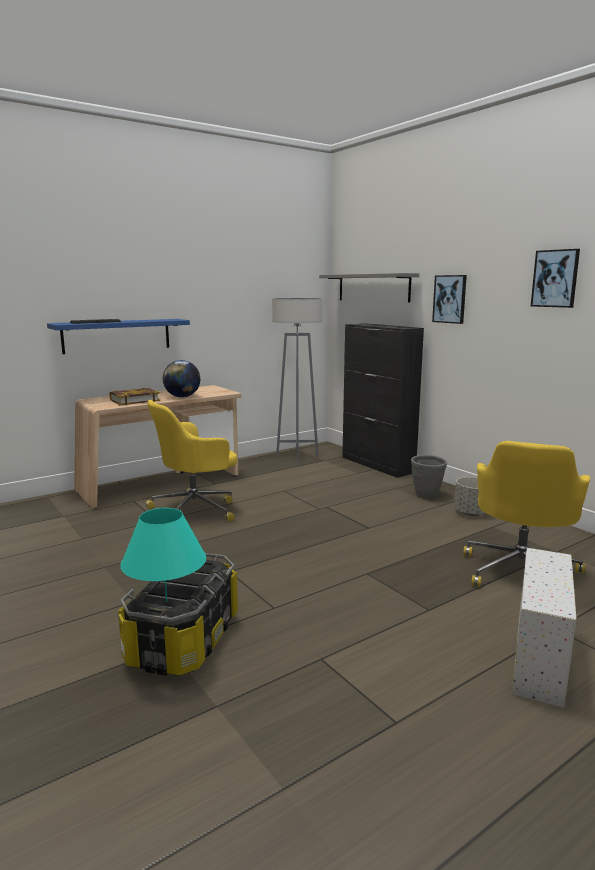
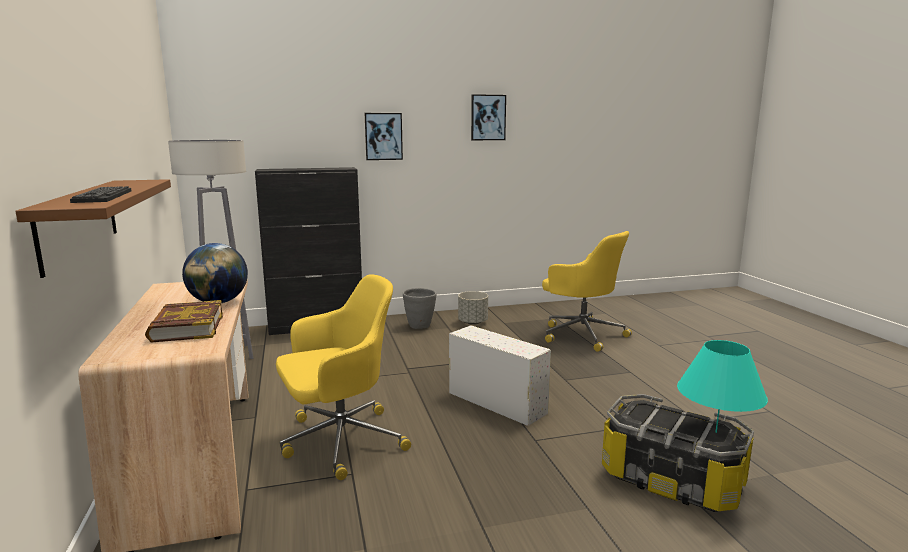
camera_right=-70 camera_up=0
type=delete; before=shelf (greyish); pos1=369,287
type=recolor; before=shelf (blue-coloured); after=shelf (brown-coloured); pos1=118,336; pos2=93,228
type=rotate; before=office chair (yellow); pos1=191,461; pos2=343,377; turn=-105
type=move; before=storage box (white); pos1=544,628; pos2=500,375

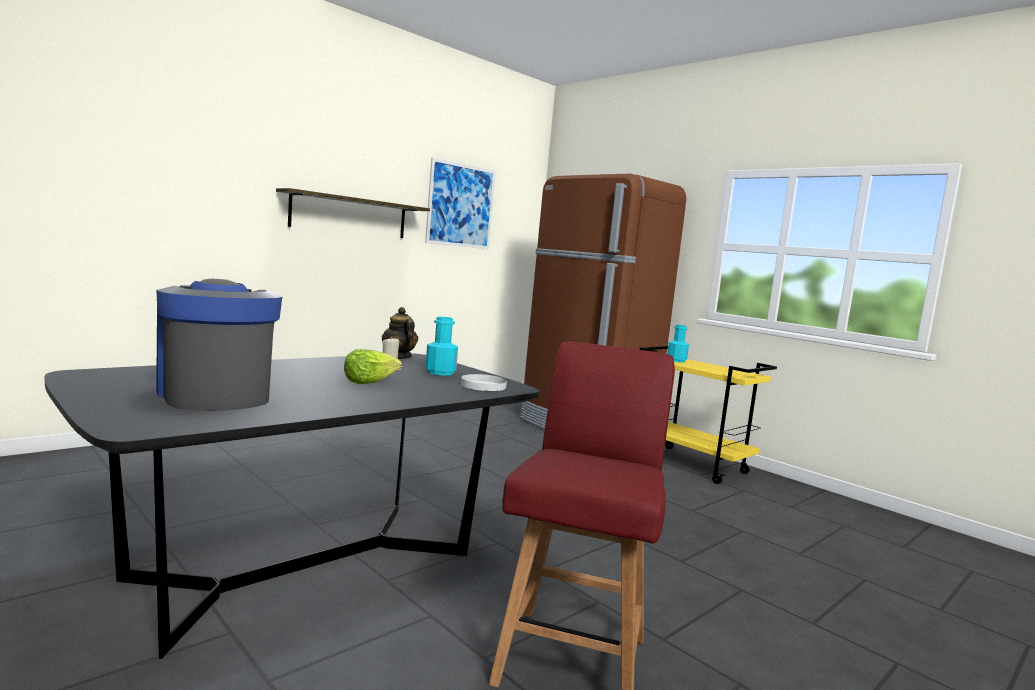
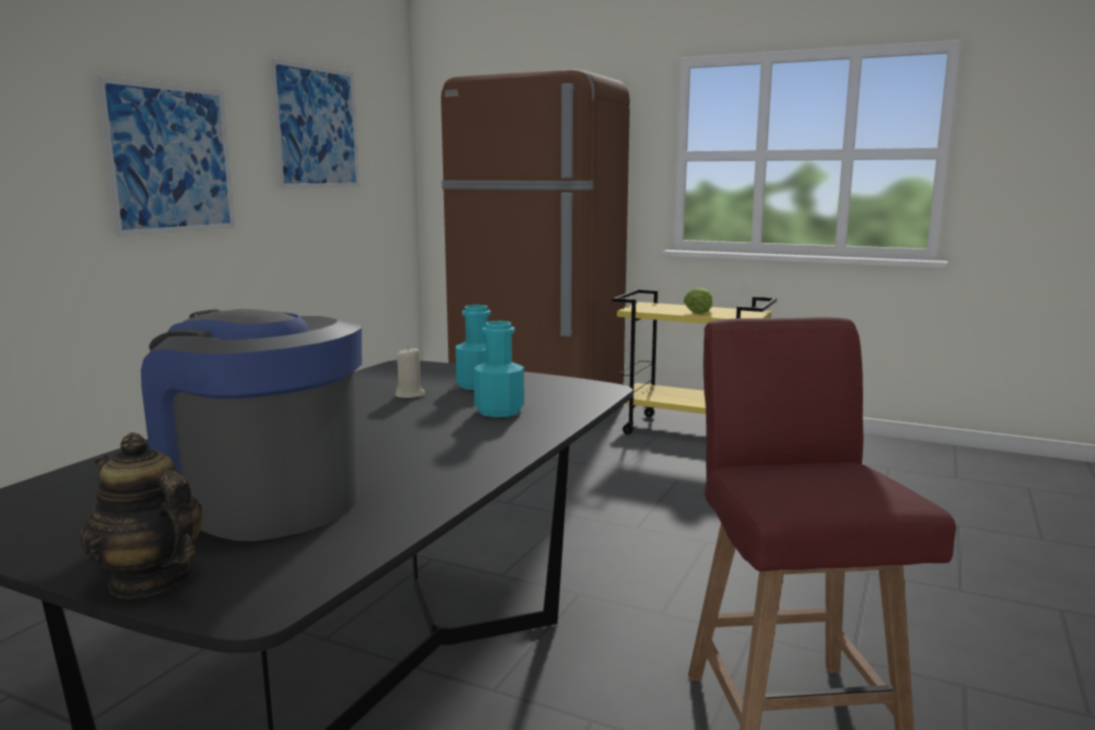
camera_right=-20 camera_up=5
type=replace; before=shelf; after=wall art; pos1=353,213; pos2=165,156
type=move; before=tea pot; pos1=400,333; pos2=141,515
type=move; before=drink bottle (turquoise); pos1=678,343; pos2=499,369
type=move; before=lettuce; pos1=373,366; pos2=698,301
type=delete; before=dinner plate (white); pos1=484,382

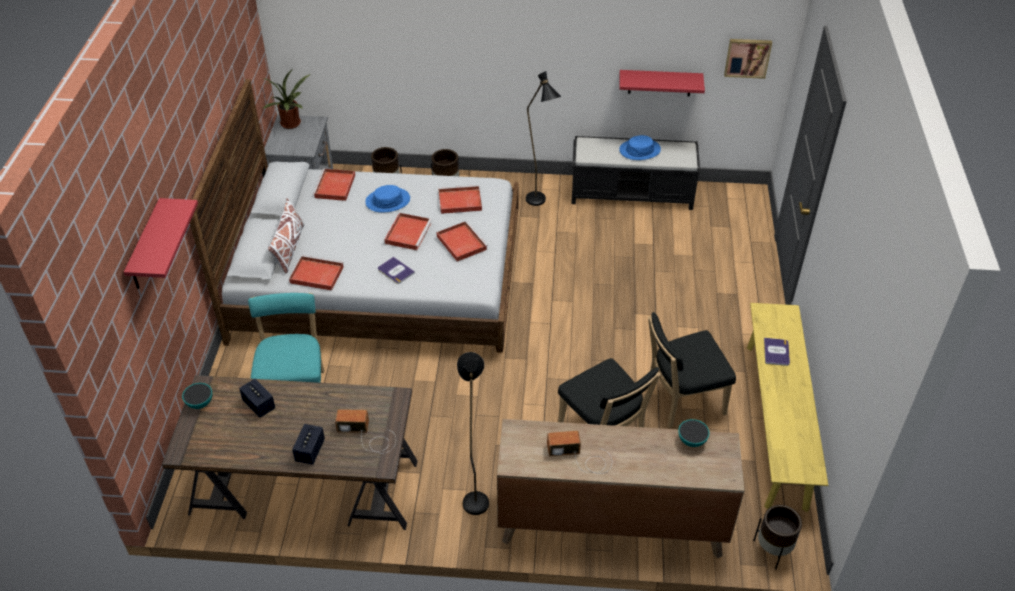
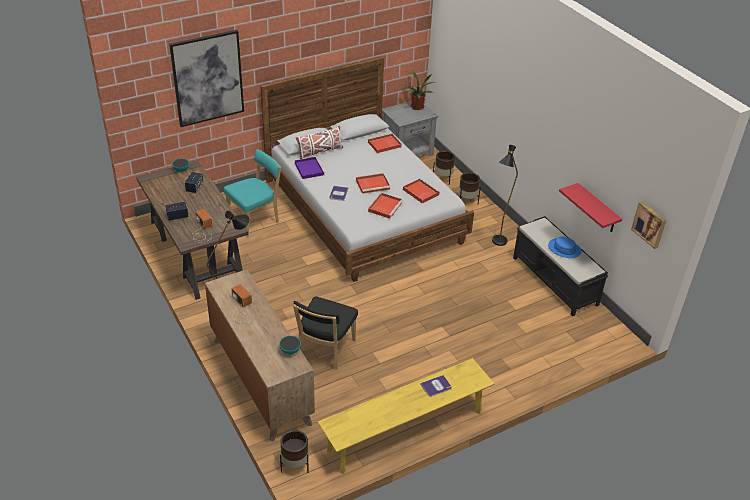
camera_right=55 camera_up=-5
type=delete; before=hat (blue-coloured); pos1=387,198
type=replace; before=shelf (reddish); after=wall art; pos1=161,243; pos2=206,78
type=recolor; before=tray (reddish); after=tray (purple-coloured); pos1=316,273; pos2=310,168
type=delete; before=chair (black); pos1=692,370

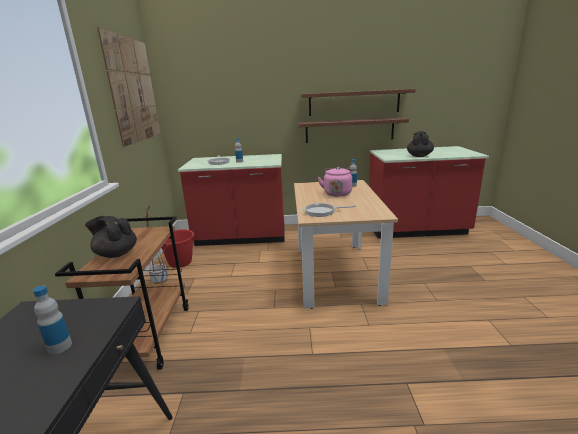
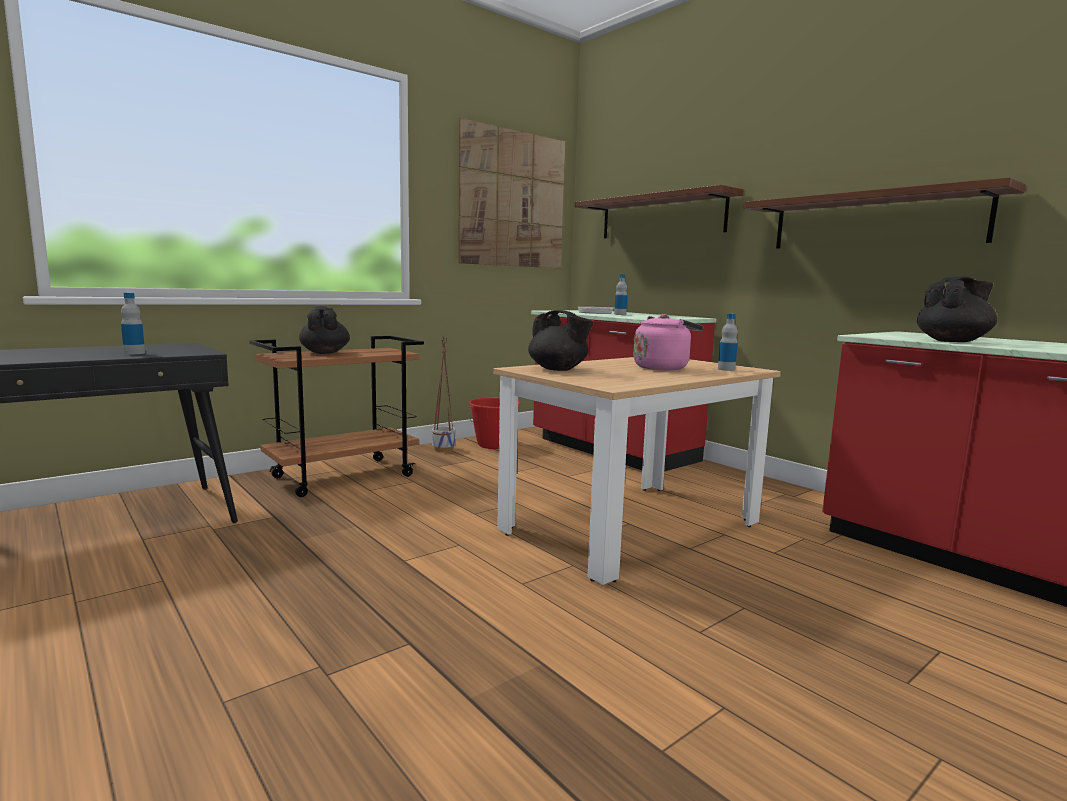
camera_right=50 camera_up=-10
type=move; before=shelf; pos1=353,130; pos2=659,212
type=replace; before=pan; after=tea pot (black); pos1=329,210; pos2=561,340

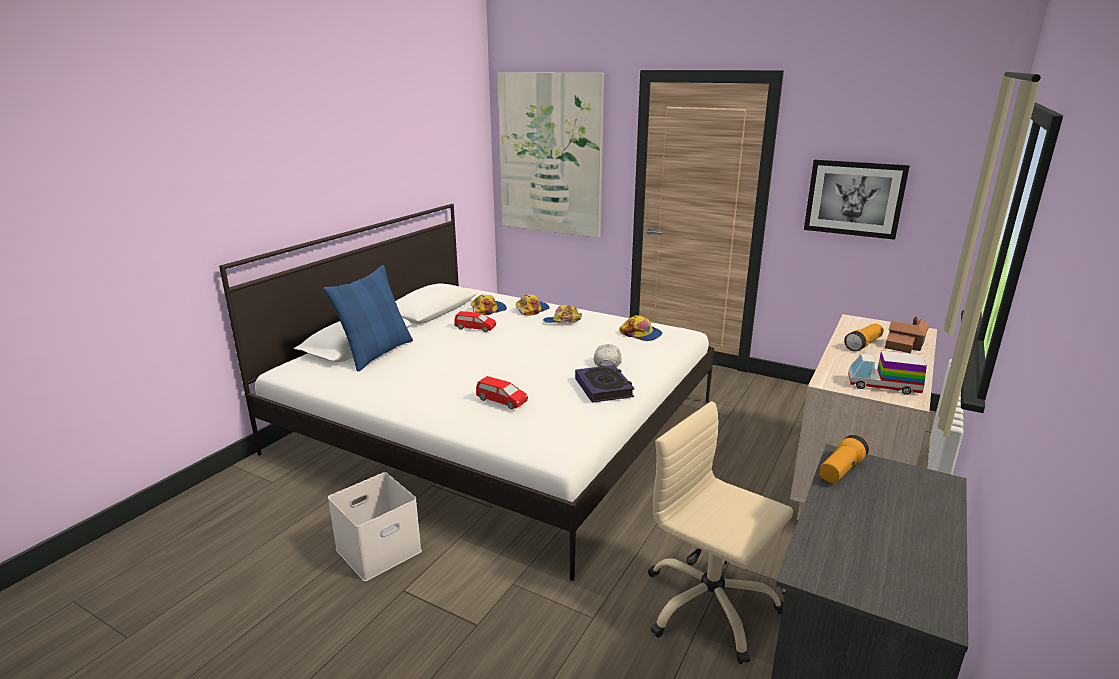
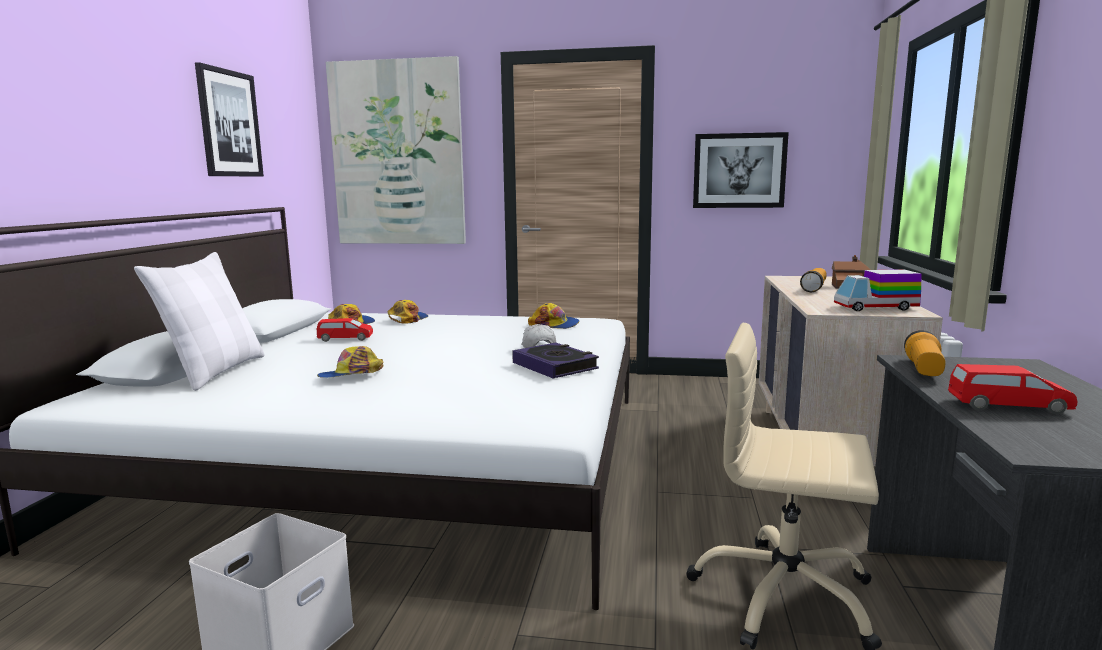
camera_right=-20 camera_up=-10
type=recolor; before=throw pillow (blue-coloured); after=throw pillow (white); pos1=368,318; pos2=199,321
type=move; before=cap; pos1=562,314; pos2=350,362
type=move; before=miniature car (reddish); pos1=502,392; pos2=1013,389
type=insert; after=wall art; pos2=229,119

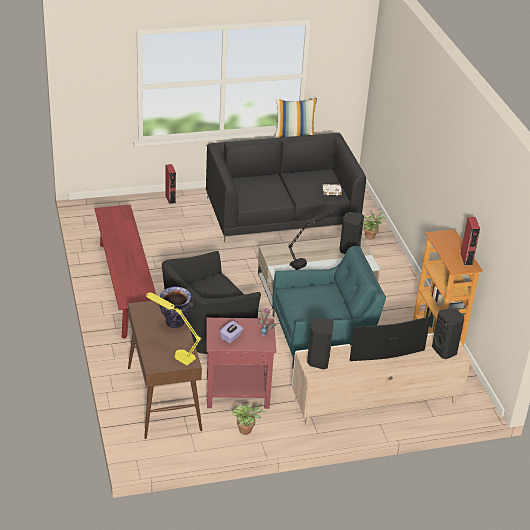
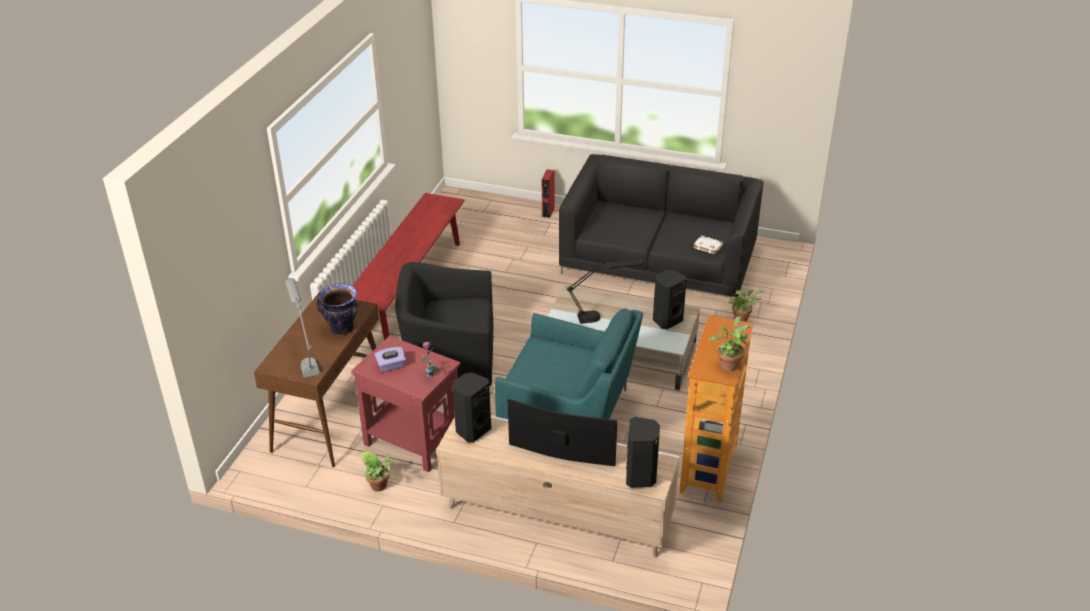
camera_right=35 camera_up=0
type=delete; before=throw pillow; pos1=296,118
type=replace; before=loudspeaker (reddish); after=plant in a pot; pos1=470,241; pos2=729,343
type=recolor; before=table lamp (yellow); after=table lamp (greyish); pos1=173,329; pos2=303,328

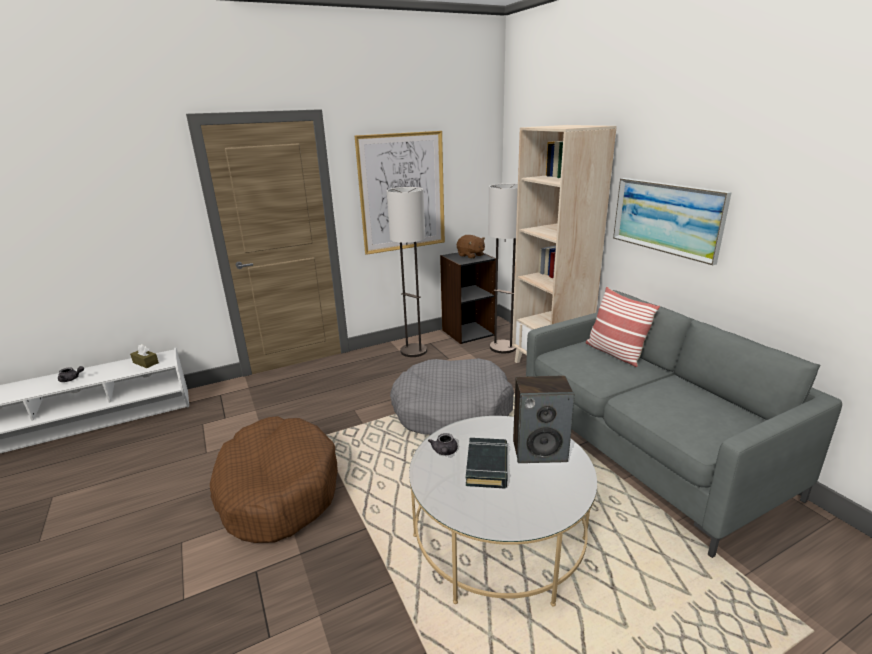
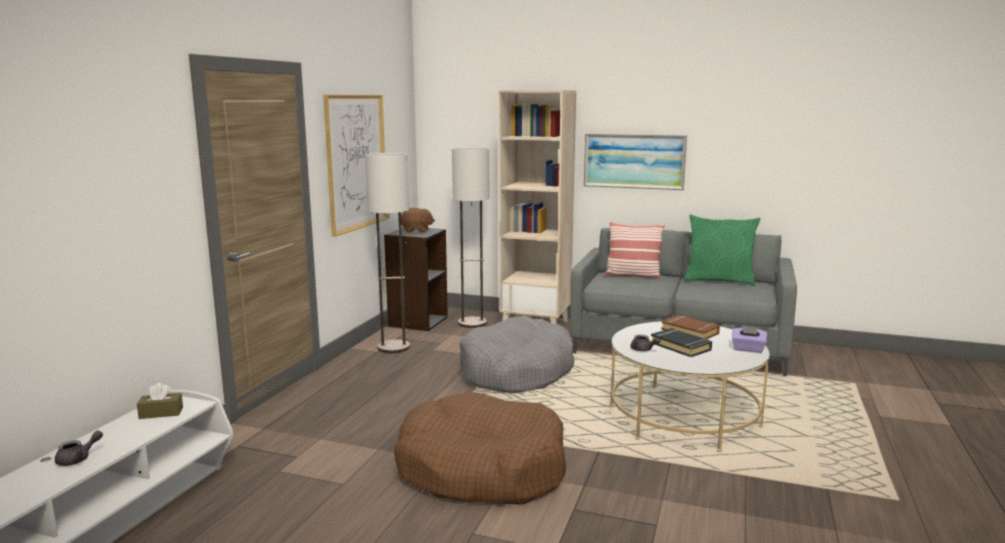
camera_right=-45 camera_up=-10
type=replace; before=loudspeaker; after=book (brown-coloured); pos1=544,419; pos2=690,327
type=insert; after=throw pillow (greenish); pos2=722,250
type=insert; after=tissue box (purple-coloured); pos2=749,339

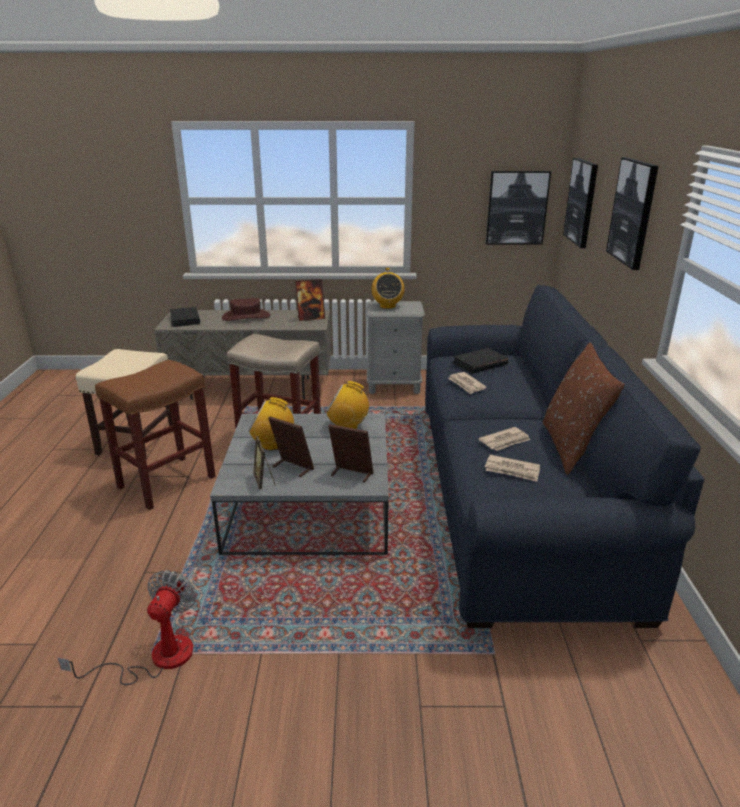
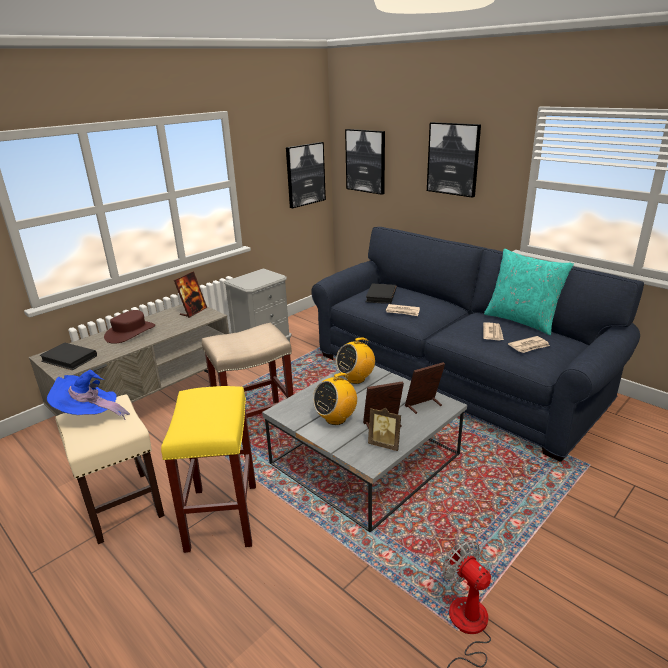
camera_right=-45 camera_up=0
type=delete; before=radio receiver; pos1=388,288
type=recolor; before=throw pillow (brown-coloured); after=throw pillow (turquoise); pos1=584,409; pos2=529,292
type=recolor; before=stool seat (brown-coloured); after=stool seat (yellow); pos1=155,435; pos2=208,469
type=insert; after=hat (blue-coloured); pos2=88,395

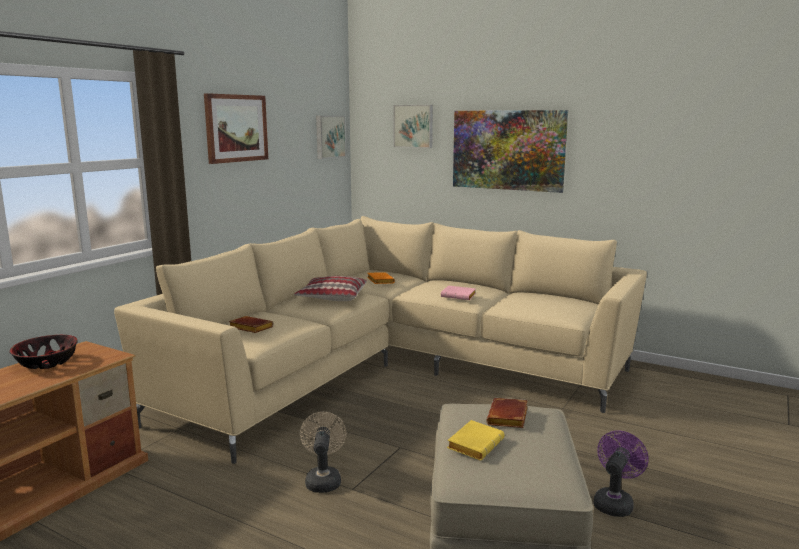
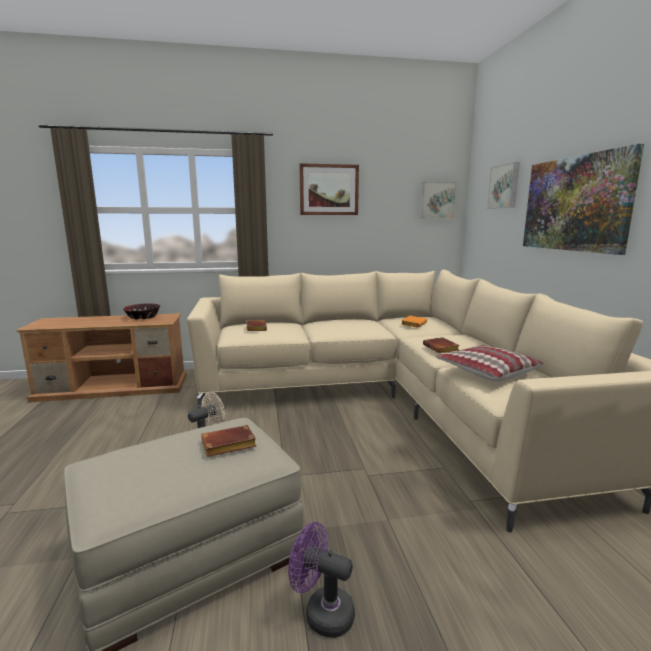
camera_right=50 camera_up=0
type=move; before=throw pillow; pos1=330,288; pos2=489,363
type=recolor; before=book (pink-coloured); after=book (brown-coloured); pos1=458,293; pos2=441,345
type=delete; before=book (yellow); pos1=476,440
type=rotate; before=cooling fan (purple-coloured); pos1=620,474; pos2=321,580; turn=-150

